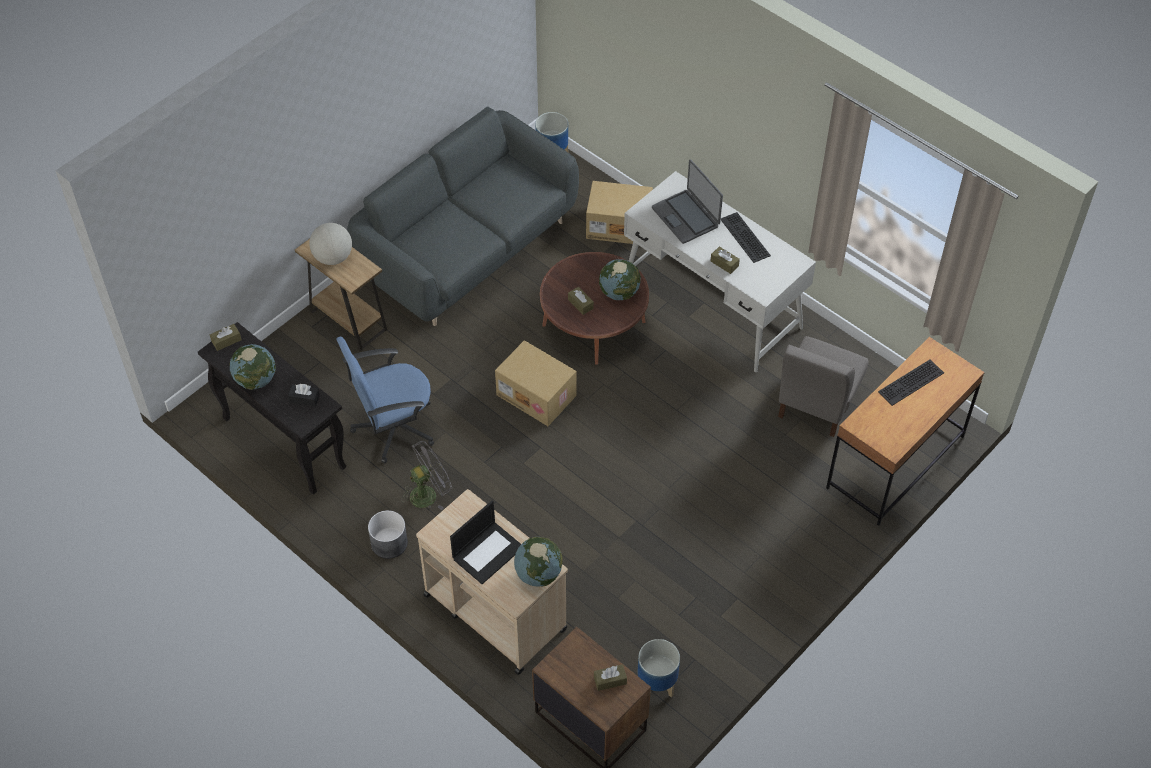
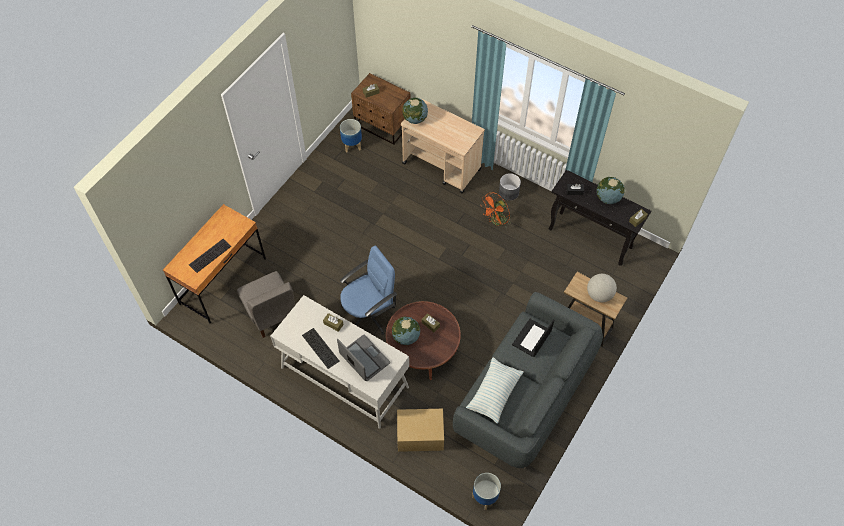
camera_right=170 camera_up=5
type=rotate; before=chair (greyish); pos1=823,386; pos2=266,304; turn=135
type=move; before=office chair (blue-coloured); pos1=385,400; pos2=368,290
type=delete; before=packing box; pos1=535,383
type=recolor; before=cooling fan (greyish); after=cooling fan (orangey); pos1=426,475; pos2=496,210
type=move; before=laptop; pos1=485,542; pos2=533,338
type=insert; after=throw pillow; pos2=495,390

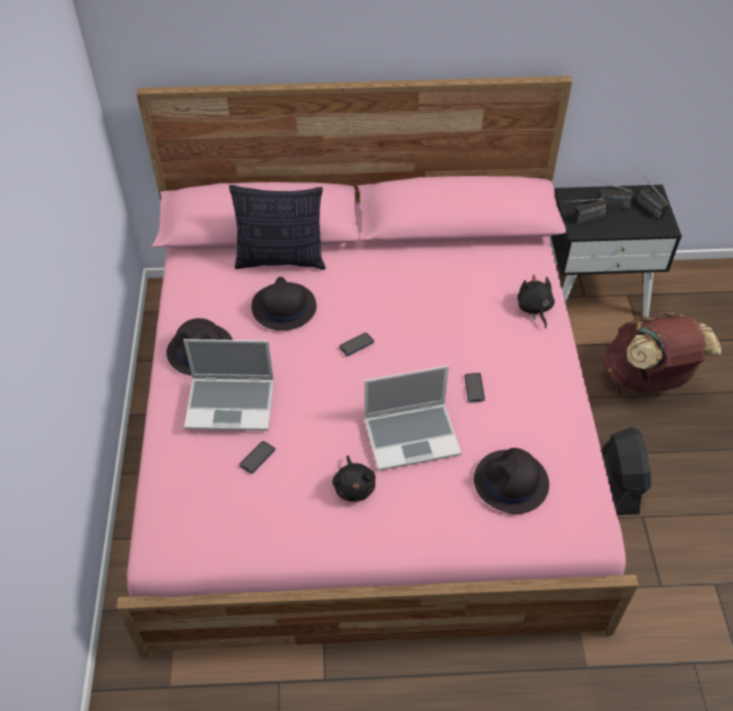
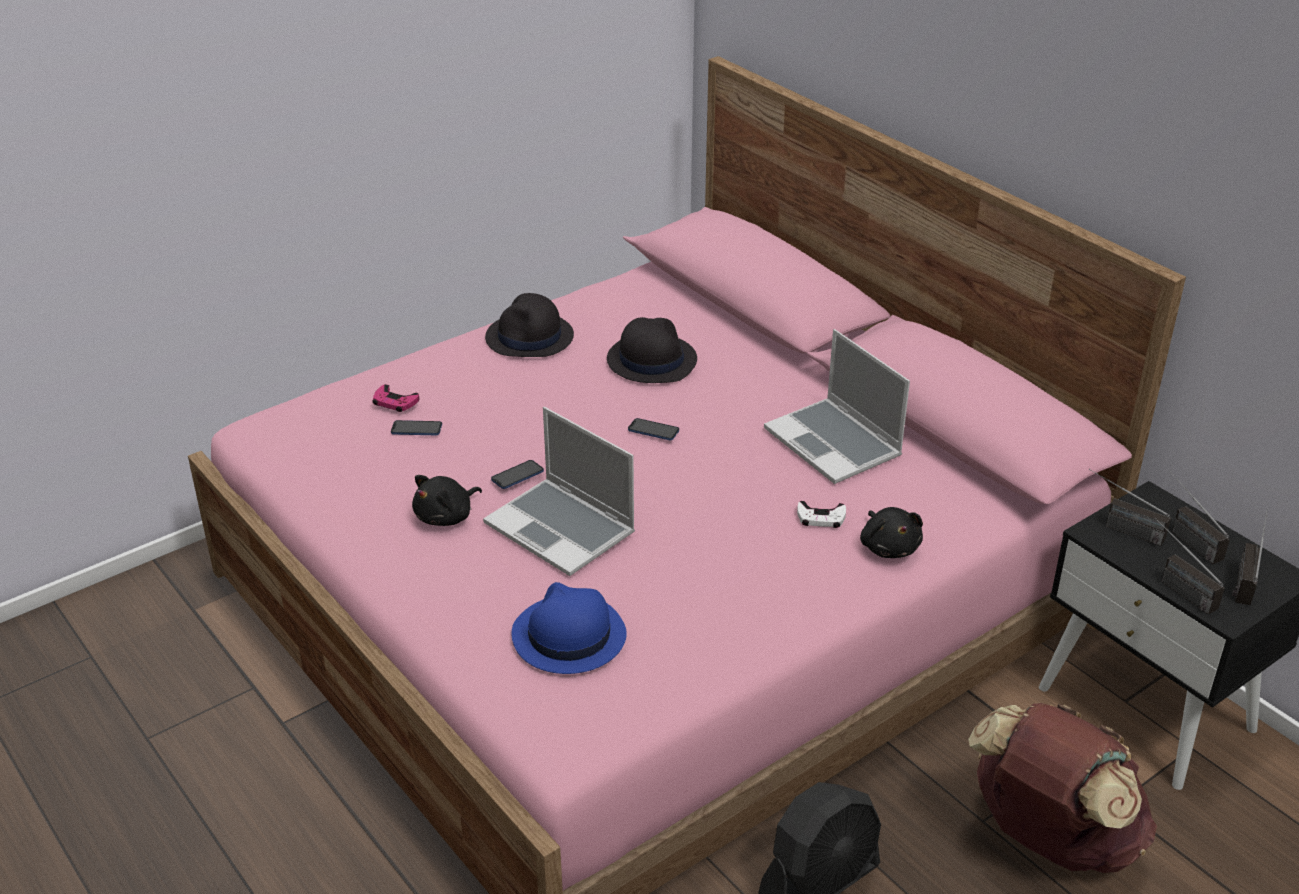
camera_right=55 camera_up=-15
type=delete; before=throw pillow; pos1=277,227
type=rotate; before=cuddly toy (black); pos1=536,301; pos2=891,532; turn=120
type=move; before=laptop; pos1=229,385; pos2=837,406
type=move; before=handset; pos1=474,387; pos2=517,474
type=recolor; before=hat (black); after=hat (blue-coloured); pos1=511,481; pos2=569,628
type=insert; after=joypad (pink-coloured); pos2=395,398
type=insert; after=joypad (white); pos2=821,514
type=insert; after=radio receiver; pos2=1190,566

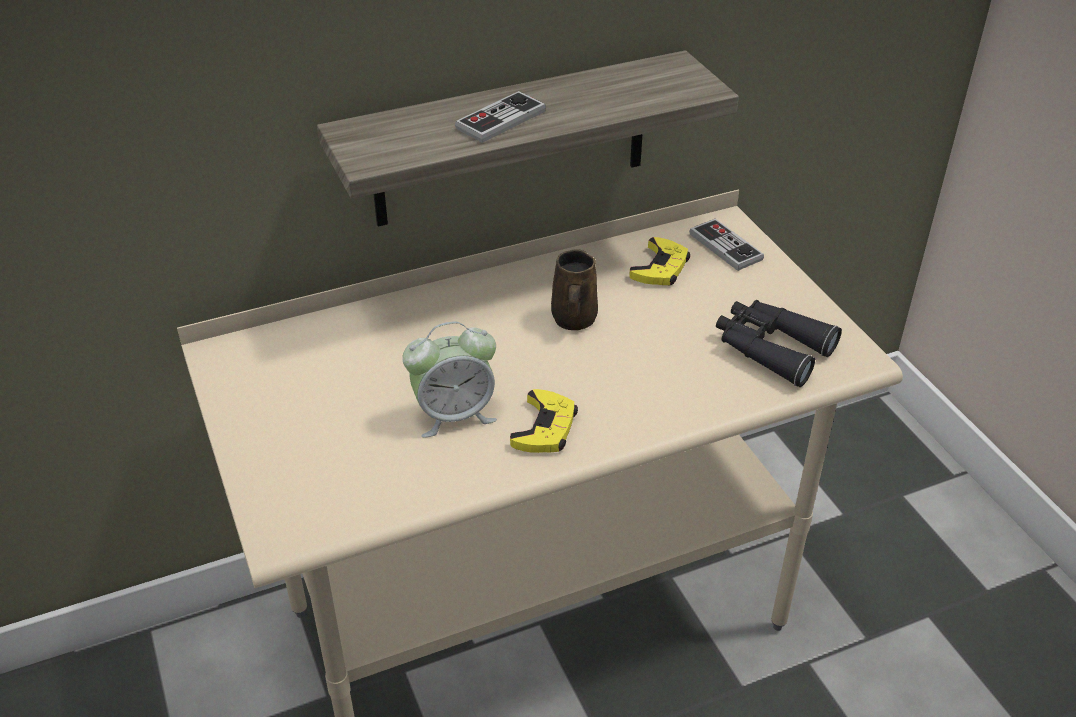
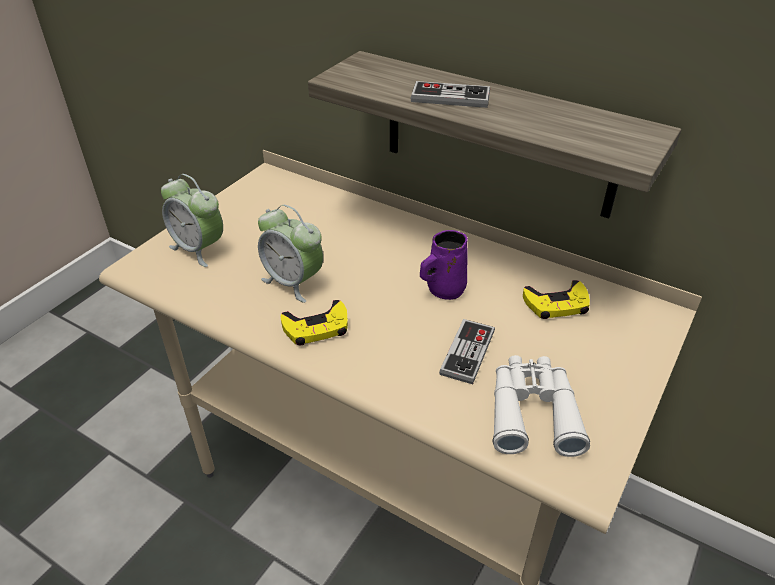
camera_right=55 camera_up=0
type=move; before=joypad; pos1=726,245; pos2=467,351
type=recolor; before=coffee mug (brown-coloured); after=coffee mug (purple-coloured); pos1=574,289; pos2=444,265
type=recolor; before=binoculars (black); after=binoculars (white); pos1=779,343; pos2=541,406
type=insert; after=table clock; pos2=192,220

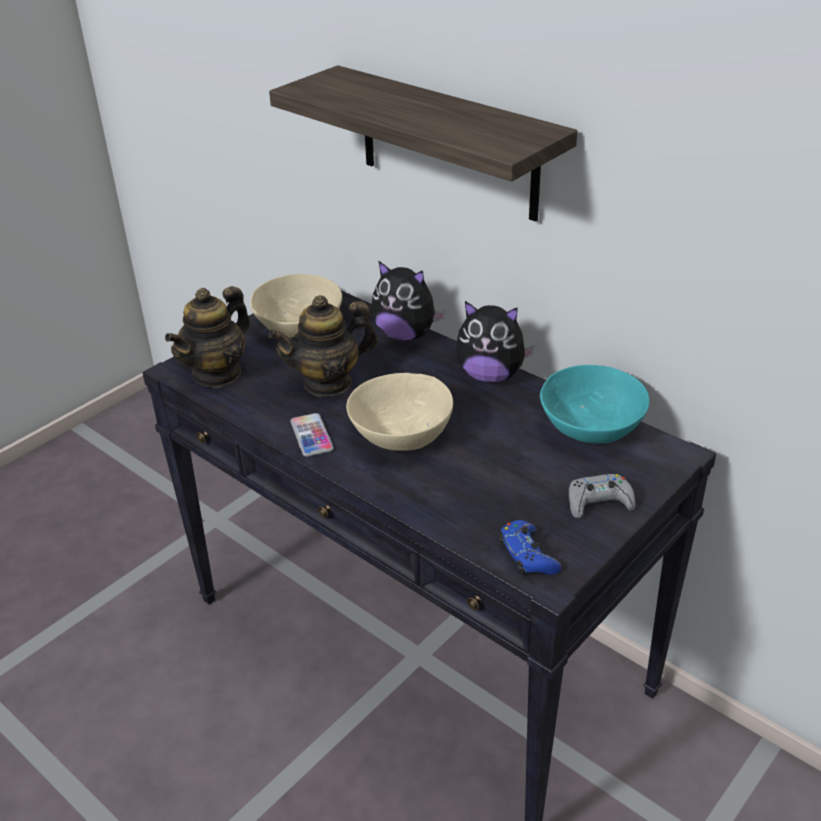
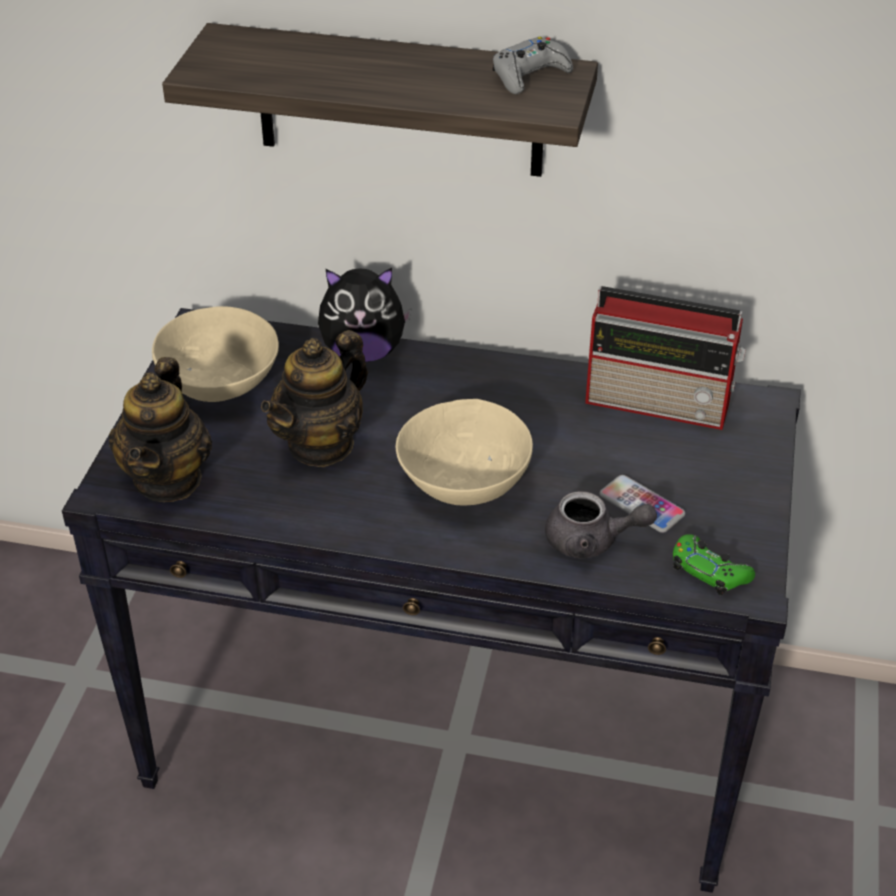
camera_right=-30 camera_up=5
type=delete; before=cuddly toy; pos1=495,342
type=replace; before=deep dish (turquoise); after=radio receiver; pos1=594,404; pos2=665,358
type=move; before=handset; pos1=312,435; pos2=642,504
type=move; before=joypad (greyish); pos1=602,496; pos2=532,65
type=recolor; before=joypad (blue-coloured); after=joypad (greenish); pos1=530,547; pos2=714,564
type=insert; after=tea pot (greyish); pos2=601,525

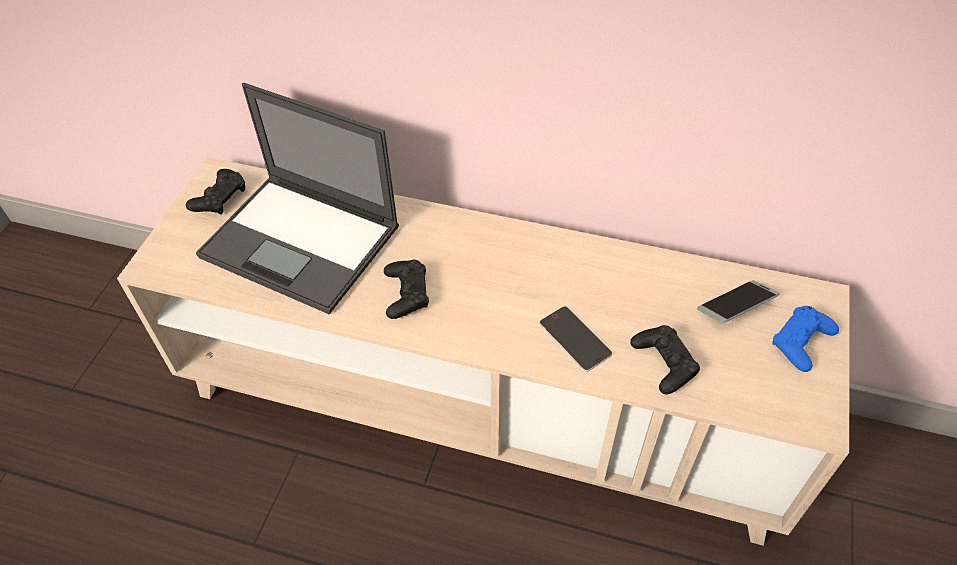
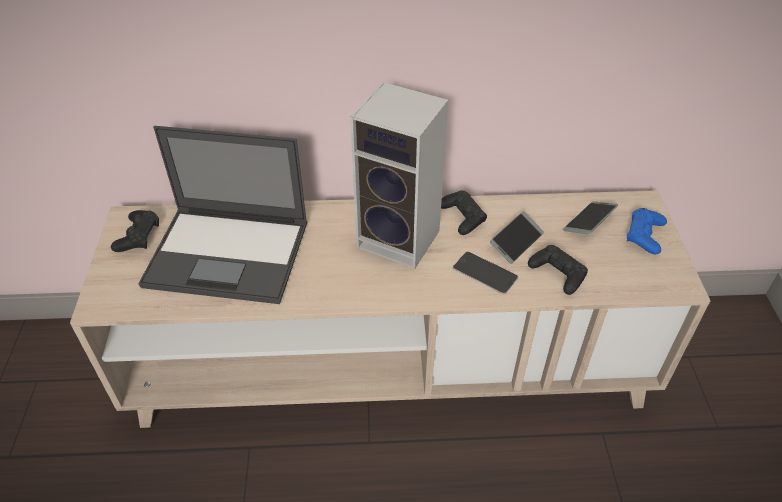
camera_right=-20 camera_up=-5
type=move; before=joypad (black); pos1=406,289; pos2=464,212
type=insert; after=loudspeaker; pos2=399,175
type=insert; after=handset; pos2=517,237

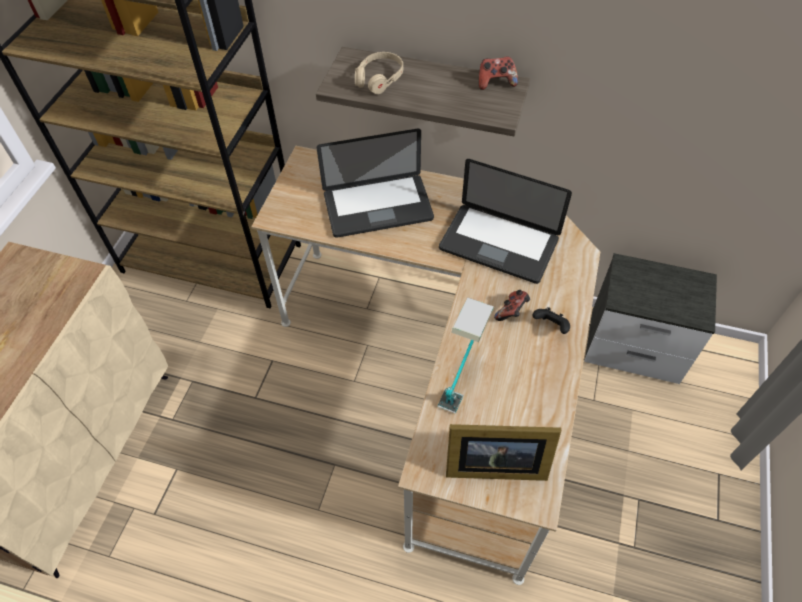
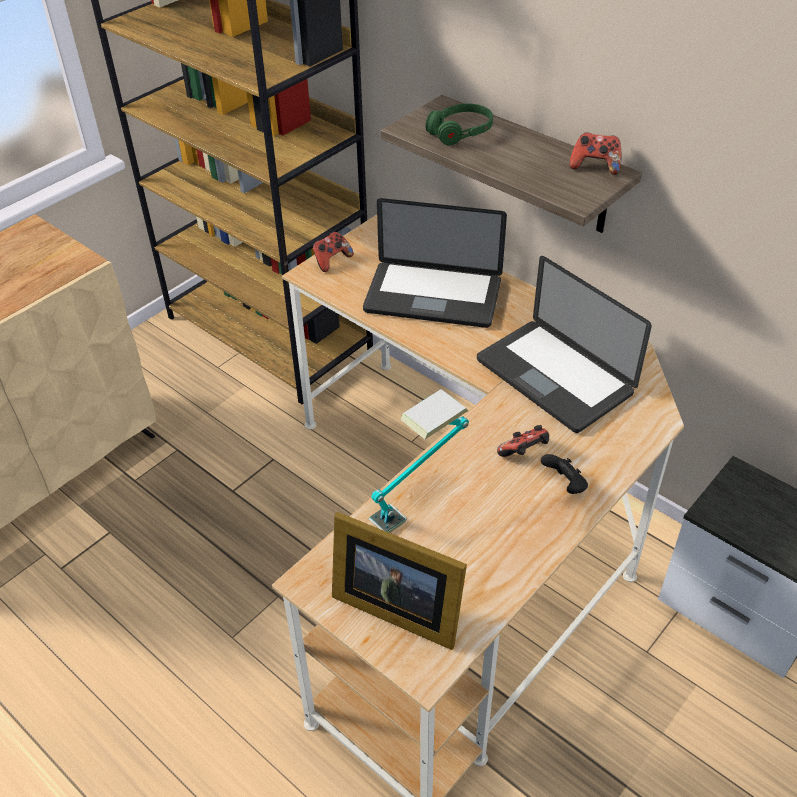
camera_right=25 camera_up=-10
type=recolor; before=headset (beige-coloured); after=headset (greenish); pos1=379,73; pos2=459,124
type=insert; after=joypad; pos2=333,252

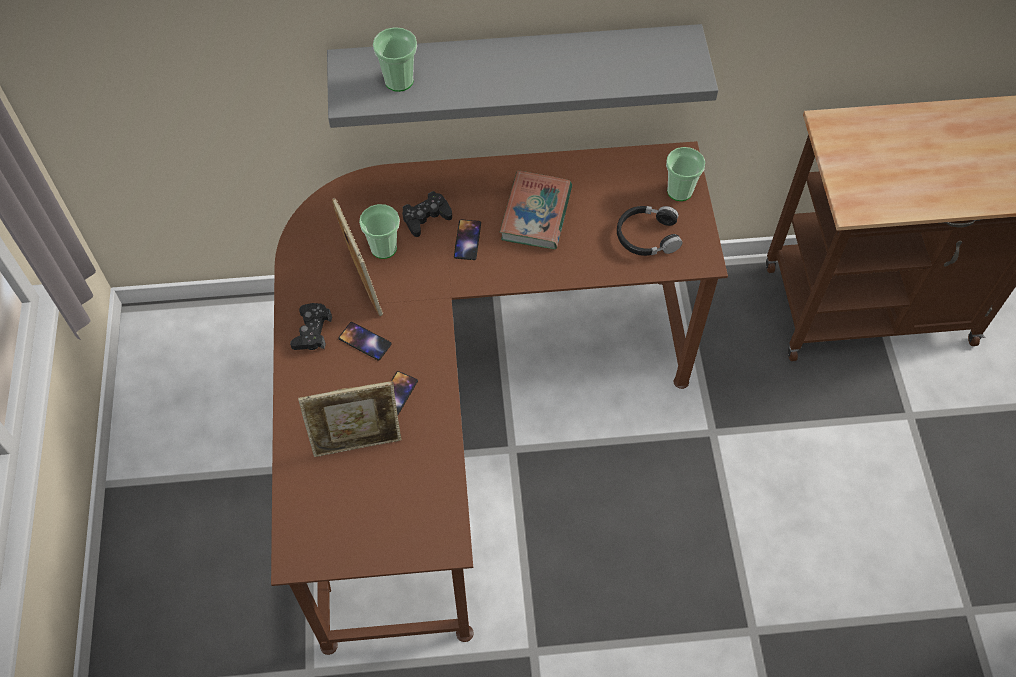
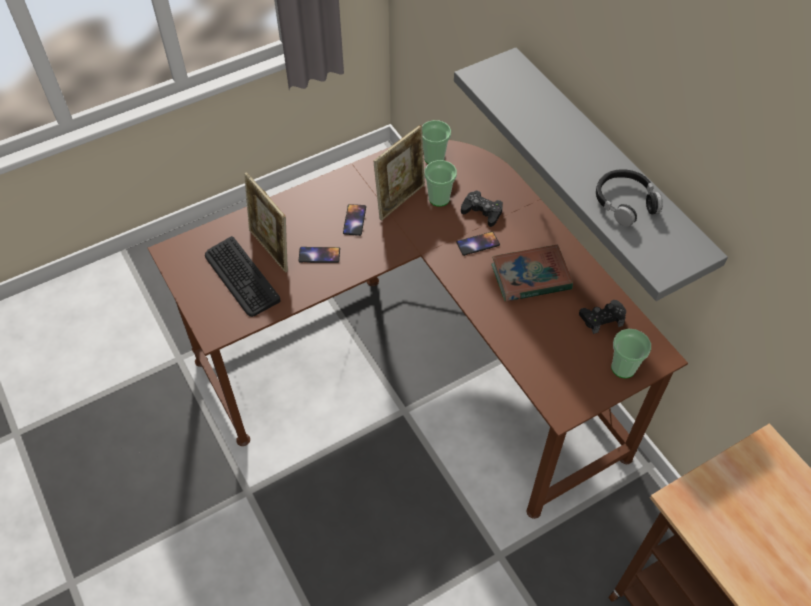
camera_right=65 camera_up=-5
type=move; before=small cup; pos1=395,59; pos2=436,142
type=move; before=headset (black); pos1=649,231; pos2=629,198
type=move; before=joypad (black); pos1=311,326; pos2=602,317
type=insert; after=PC keyboard; pos2=243,276

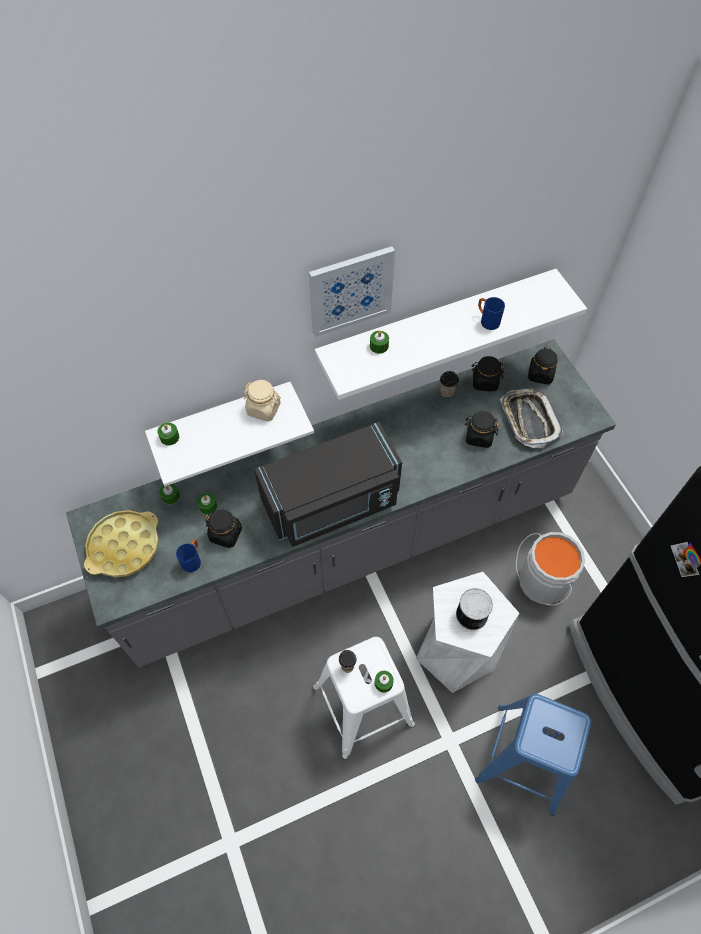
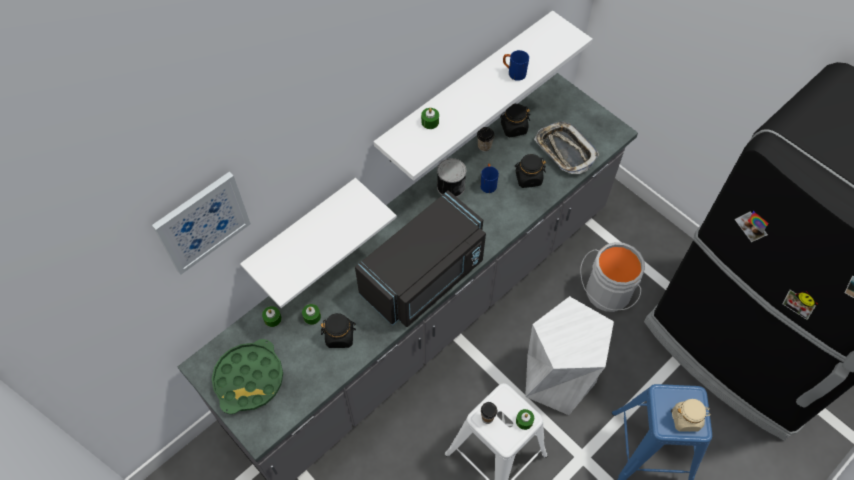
camera_right=-20 camera_up=0
type=move; before=wall art; pos1=352,291; pos2=201,223
type=delete; before=preserve jar (black); pos1=542,365
type=move; before=preserve jar (beige-coloured); pos1=262,400; pos2=691,415
type=delete; before=wax candle (greenish); pos1=168,434
type=recolor; before=tray (yellow); after=tray (greenish); pos1=121,543; pos2=247,376
type=move; before=coffee mug (blue-coloured); pos1=188,556; pos2=489,178
type=move; before=sealed can; pos1=474,609; pos2=451,177

